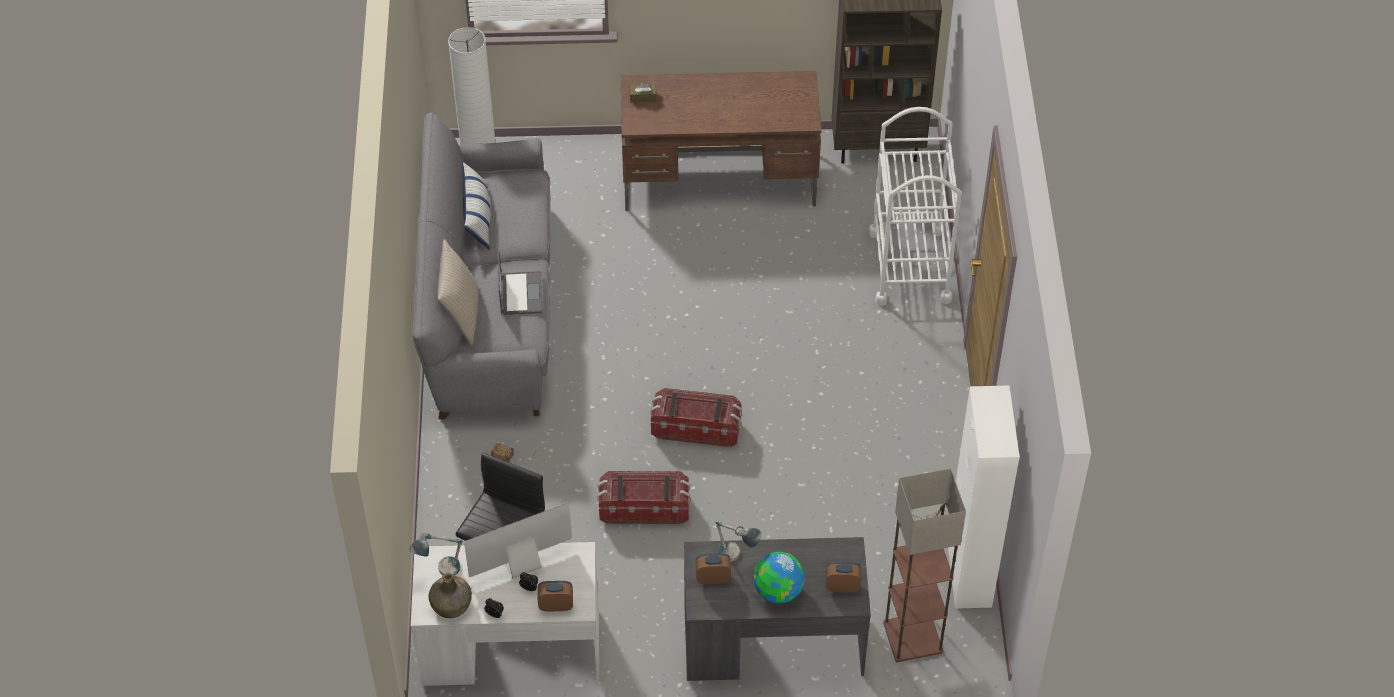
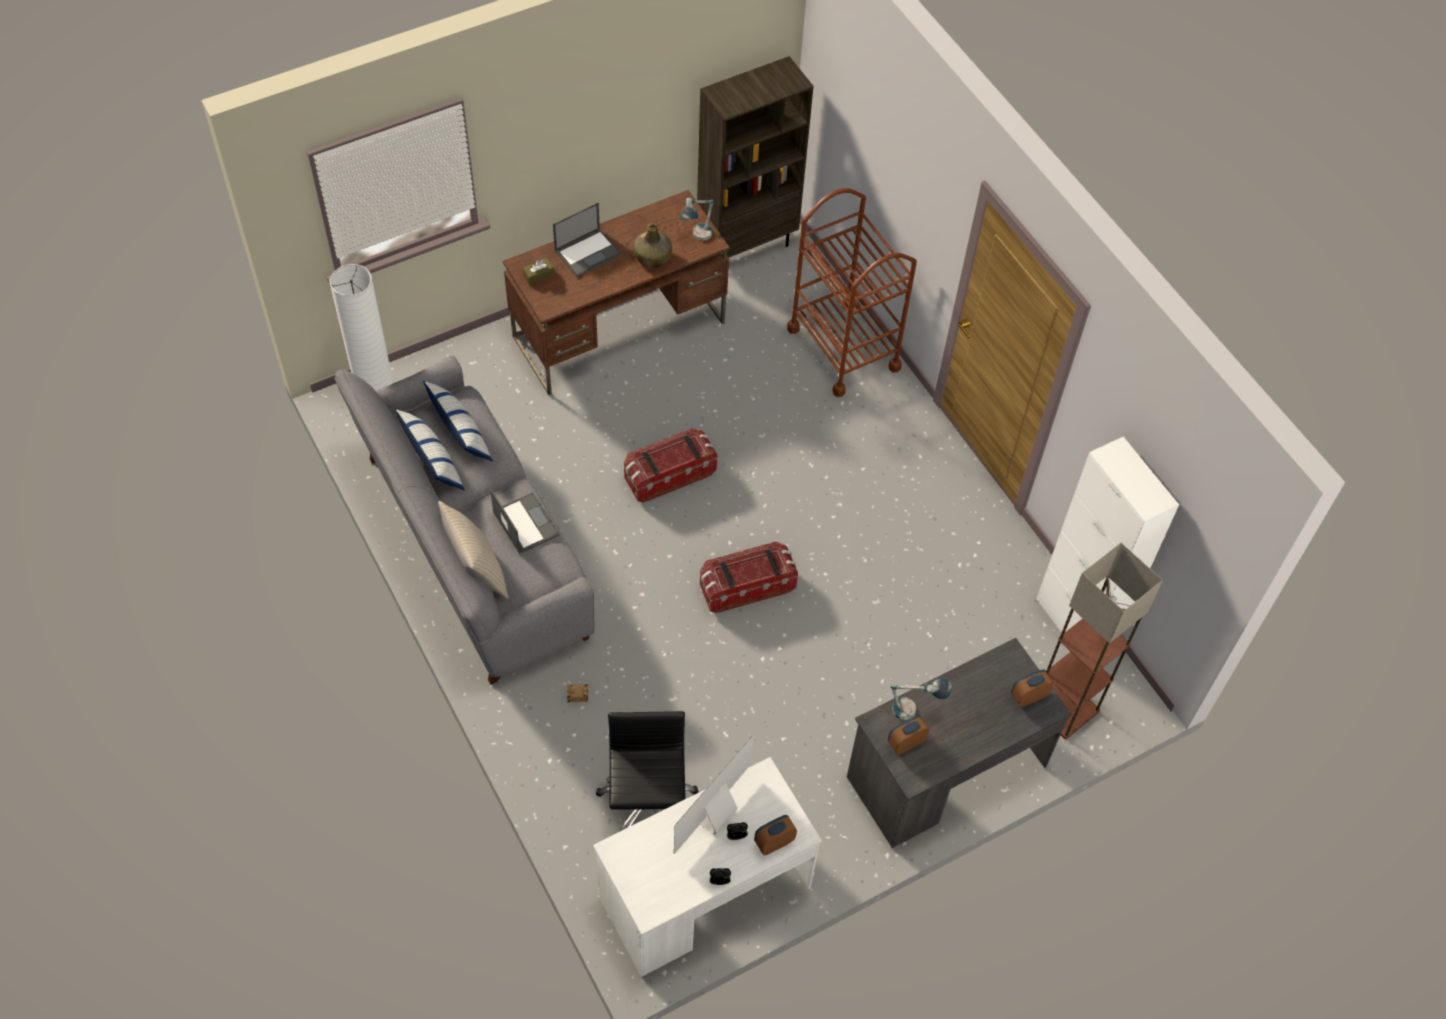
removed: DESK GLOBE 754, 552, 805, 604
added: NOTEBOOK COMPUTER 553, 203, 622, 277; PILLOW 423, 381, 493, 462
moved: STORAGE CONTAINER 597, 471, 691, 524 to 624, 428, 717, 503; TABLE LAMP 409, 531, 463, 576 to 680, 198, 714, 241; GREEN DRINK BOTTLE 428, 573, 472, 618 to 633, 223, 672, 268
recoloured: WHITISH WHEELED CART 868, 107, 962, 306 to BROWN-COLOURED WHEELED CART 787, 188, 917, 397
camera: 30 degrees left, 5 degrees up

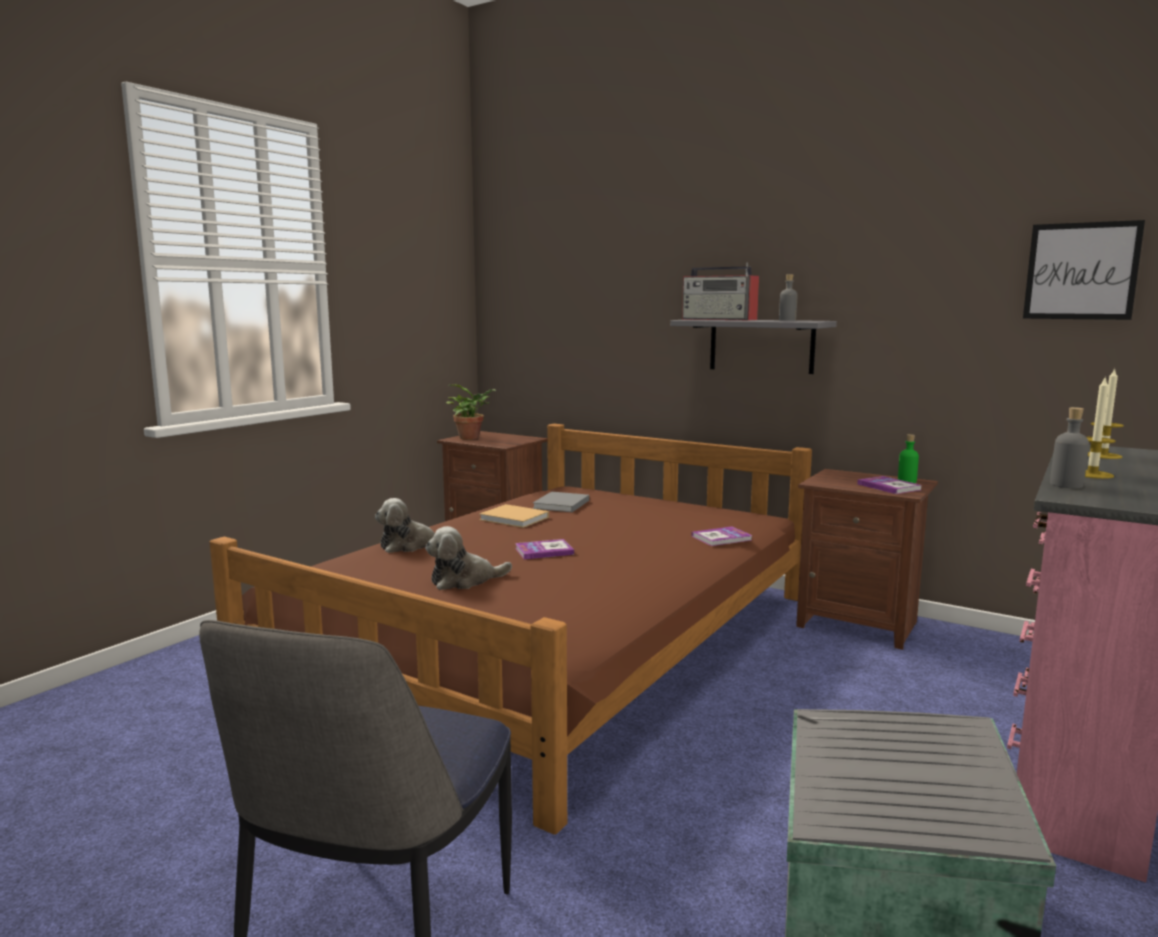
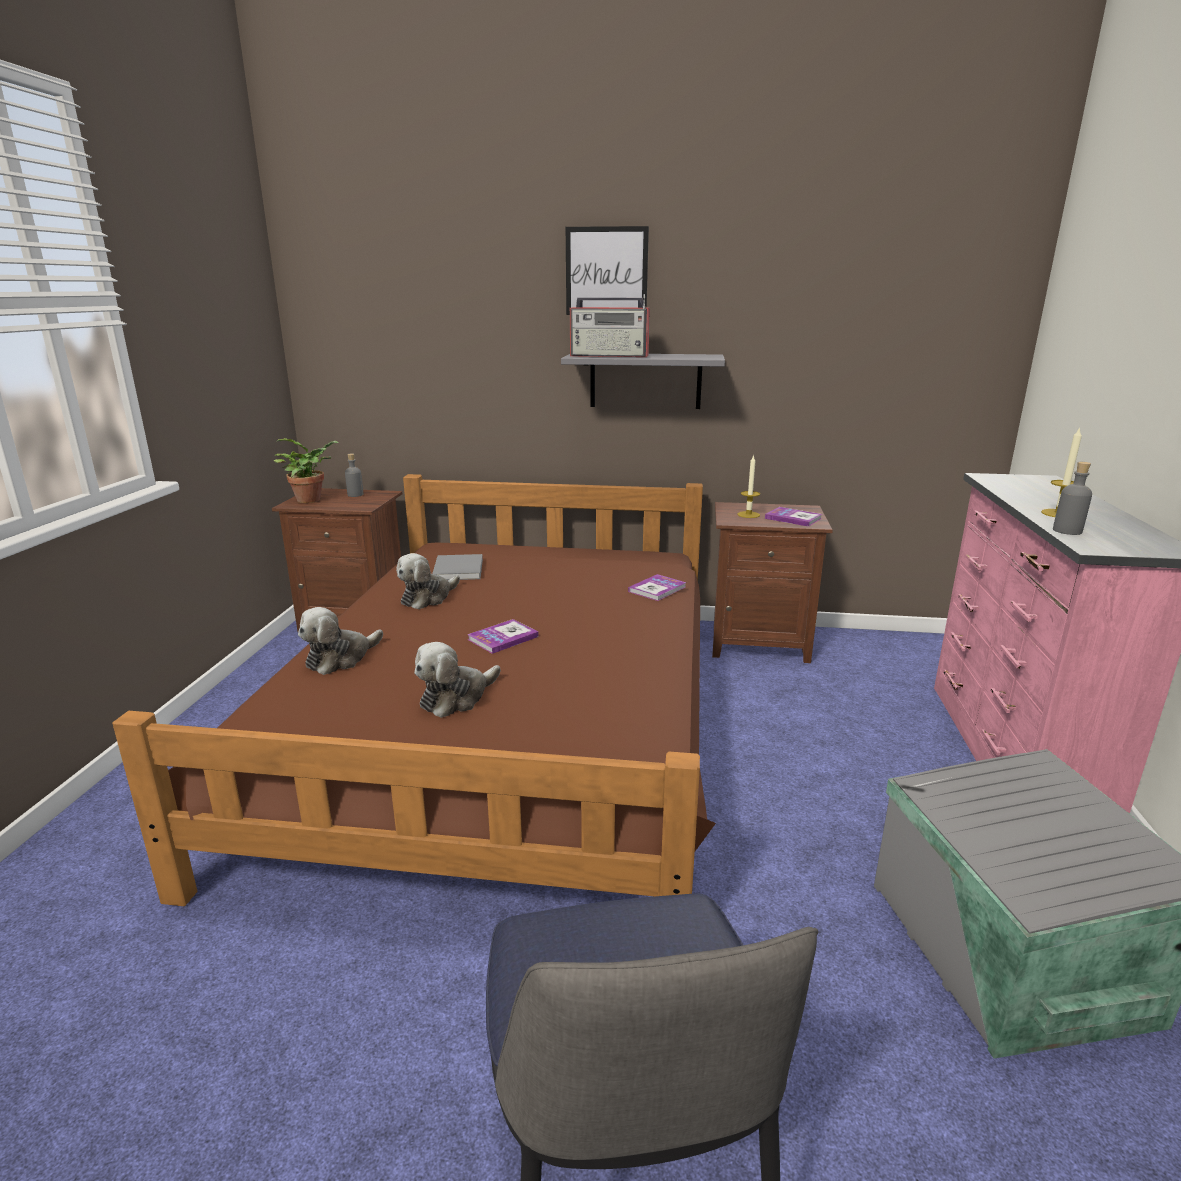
removed: GREEN DRINK BOTTLE 898, 434, 919, 483
moved: WALL PICTURE 1023, 220, 1145, 320 to 566, 226, 649, 315; GREY DRINK BOTTLE 779, 274, 798, 321 to 345, 453, 363, 497; WAX LIGHT 1088, 368, 1124, 459 to 737, 454, 760, 518
replaced: SAND-COLOURED BOUND BOOK 479, 504, 549, 528 to SOFT TOY 396, 553, 460, 609
camera: 25 degrees left, 10 degrees up

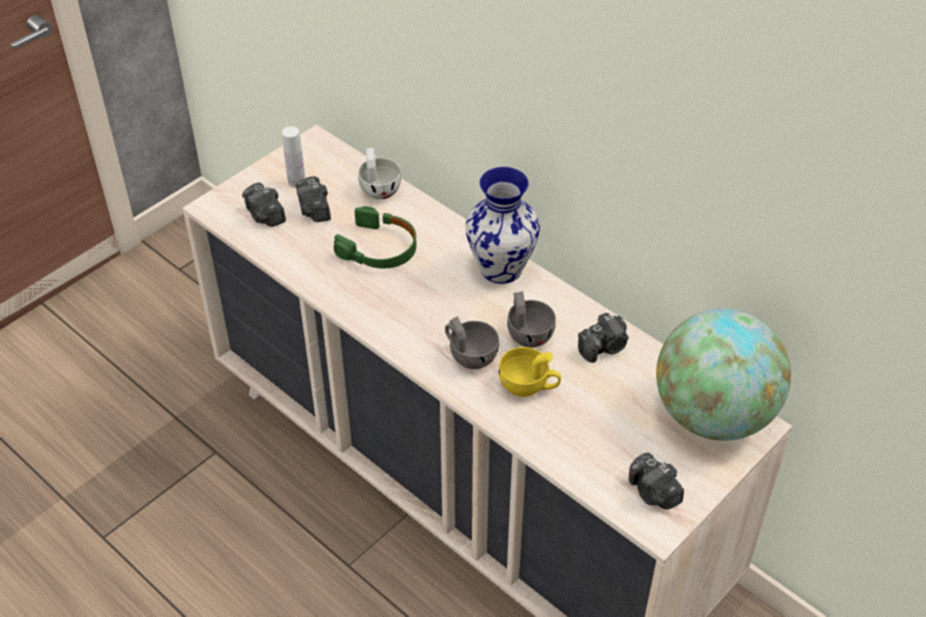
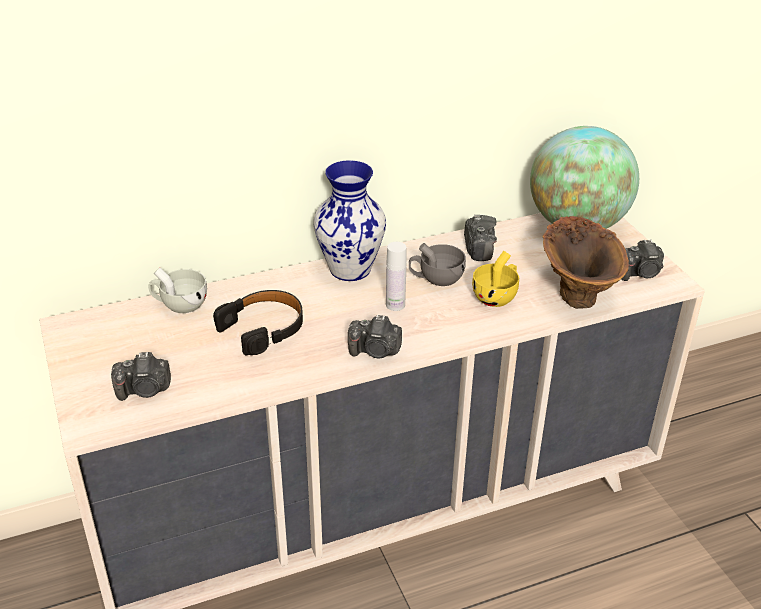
removed: GREY SMALL CUP 445, 316, 499, 369
added: BROWN-COLOURED FLOWER VASE 543, 216, 629, 309
moved: WHITISH DRINK BOTTLE 282, 126, 305, 188 to 386, 242, 406, 311; PHOTO CAMERA 296, 176, 331, 222 to 348, 315, 402, 358
recoloured: GREEN PAIR OF HEADPHONES 334, 206, 416, 268 to BLACKISH PAIR OF HEADPHONES 213, 290, 303, 355
camera: 65 degrees left, 10 degrees down

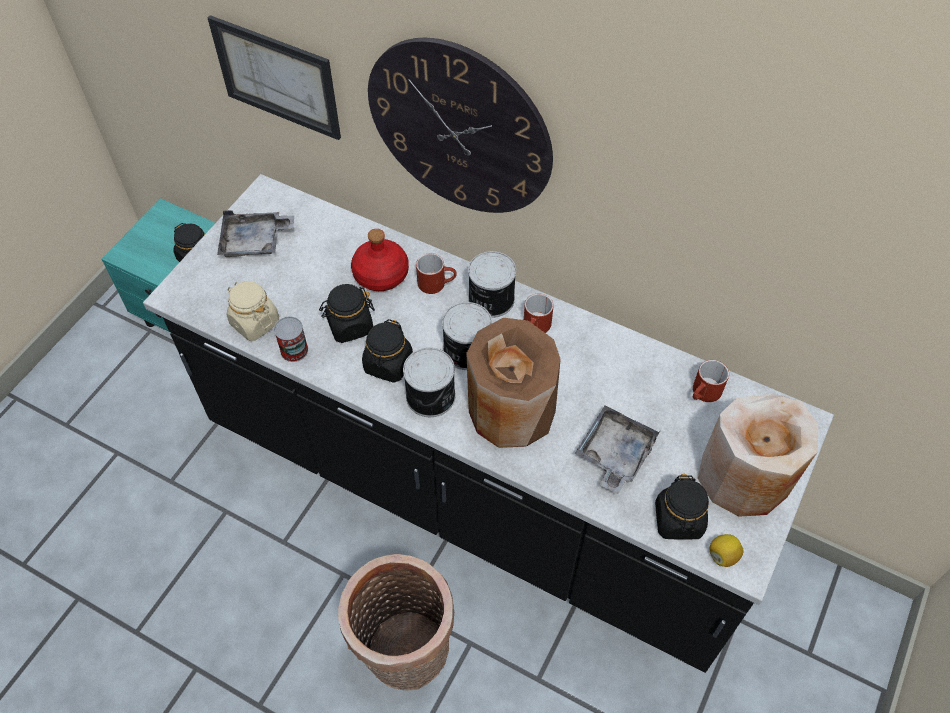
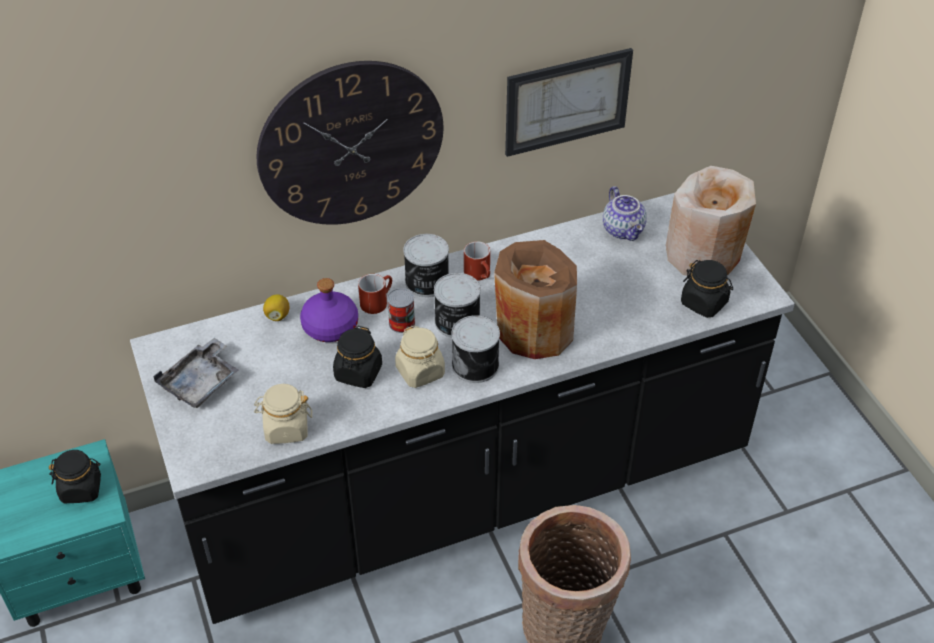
removed: GREY TRAY 575, 405, 660, 494
moved: WALL PICTURE 208, 15, 341, 140 to 505, 48, 633, 157; METAL CAN 274, 317, 308, 362 to 387, 288, 415, 333; LEMON 710, 534, 744, 567 to 263, 294, 289, 321
replaced: RED TEA MUG 693, 360, 729, 402 to POT FOR TEA 603, 186, 647, 241
recoloured: RED DRINK BOTTLE 351, 229, 409, 291 to PURPLE DRINK BOTTLE 300, 278, 358, 342; BLACKISH PRESERVE JAR 362, 319, 413, 383 to SAND-COLOURED PRESERVE JAR 395, 325, 445, 388
camera: 50 degrees left, 10 degrees down

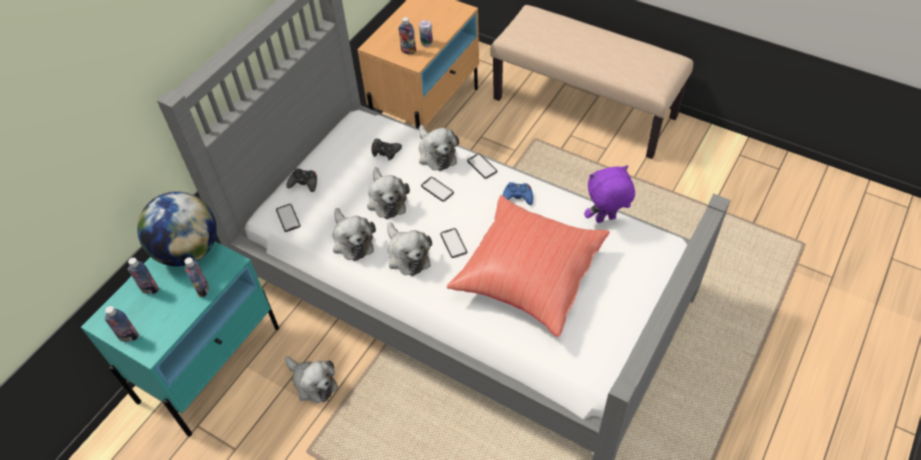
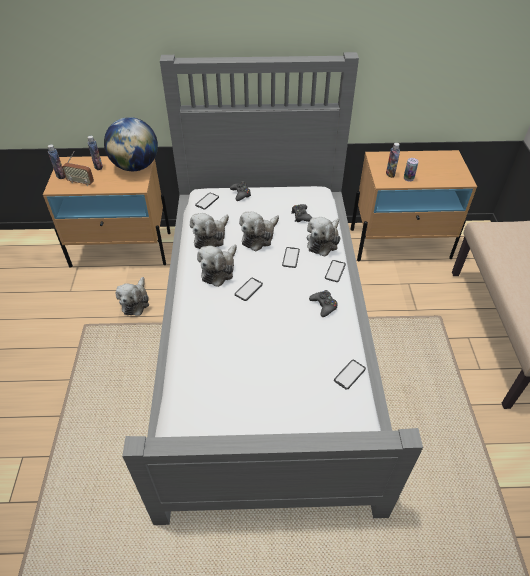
removed: RED PILLOW 447, 195, 610, 337; DRINK BOTTLE 184, 257, 209, 297
added: RADIO 62, 151, 94, 186
replaced: PURPLE SOFT TOY 584, 165, 635, 223 to PHONE 334, 360, 366, 390
recoloured: BLUISH GAME CONTROLLER 503, 182, 533, 205 to BLACKISH GAME CONTROLLER 309, 290, 338, 317; TURQUOISE-COLOURED BEDSIDE TABLE 81, 241, 279, 437 to SAND-COLOURED BEDSIDE TABLE 43, 156, 170, 268
camera: 55 degrees right, 5 degrees down

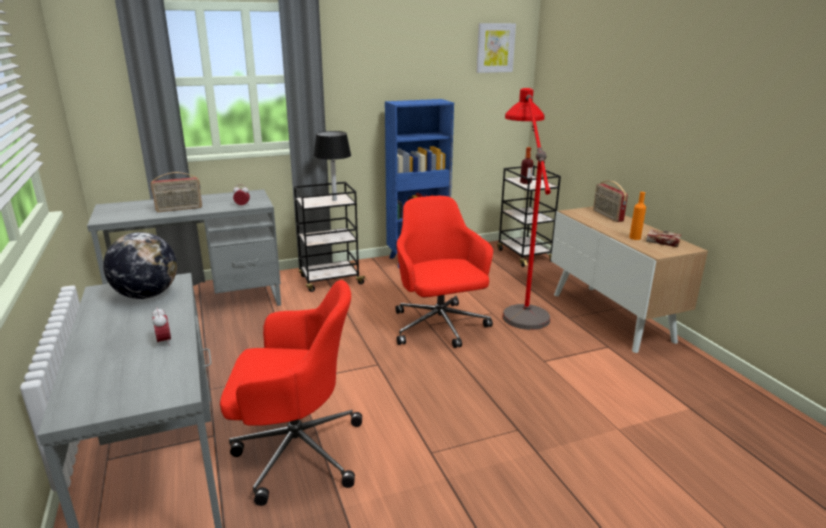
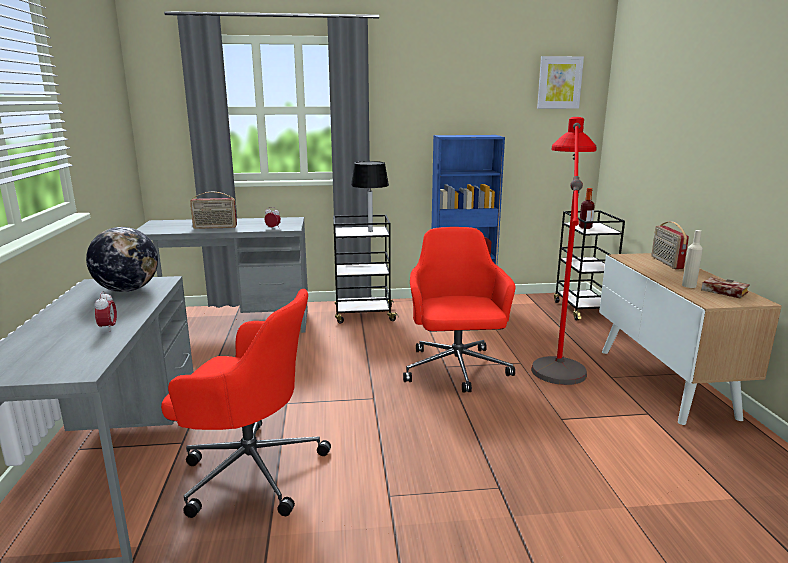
recoloured: ORANGEY DRINK BOTTLE 629, 192, 646, 240 to SAND-COLOURED DRINK BOTTLE 682, 230, 703, 288
camera: 15 degrees right, 5 degrees down

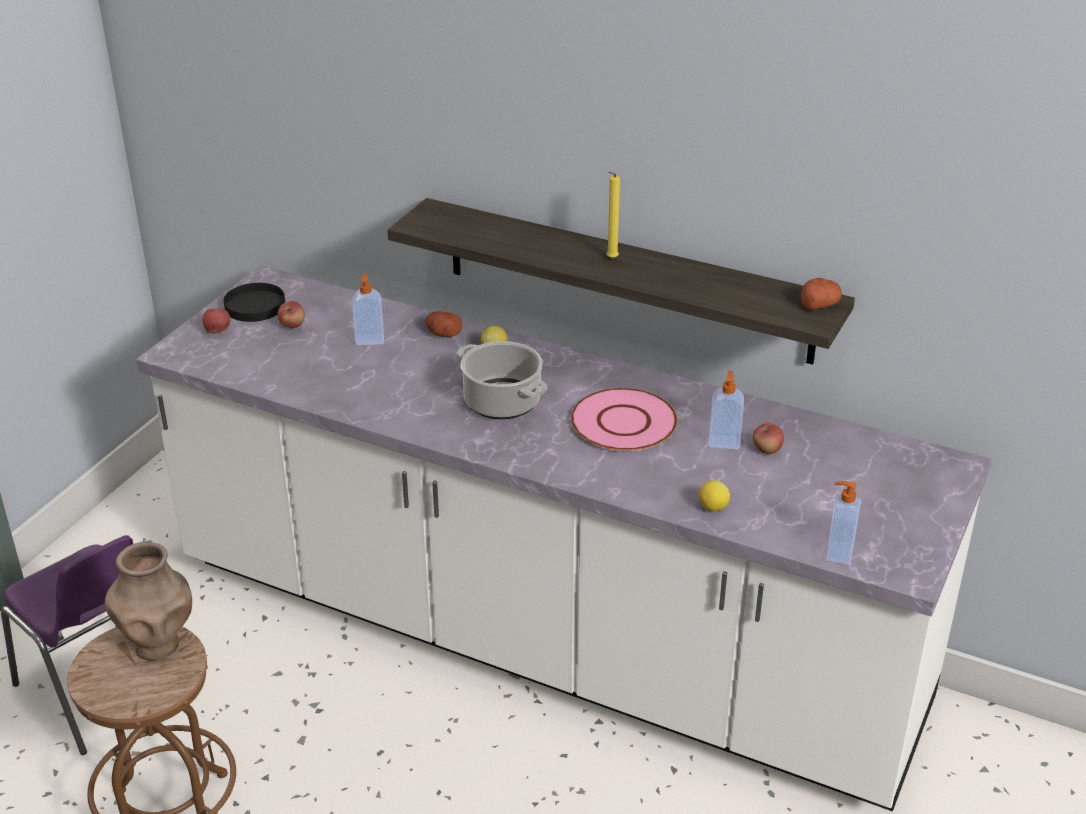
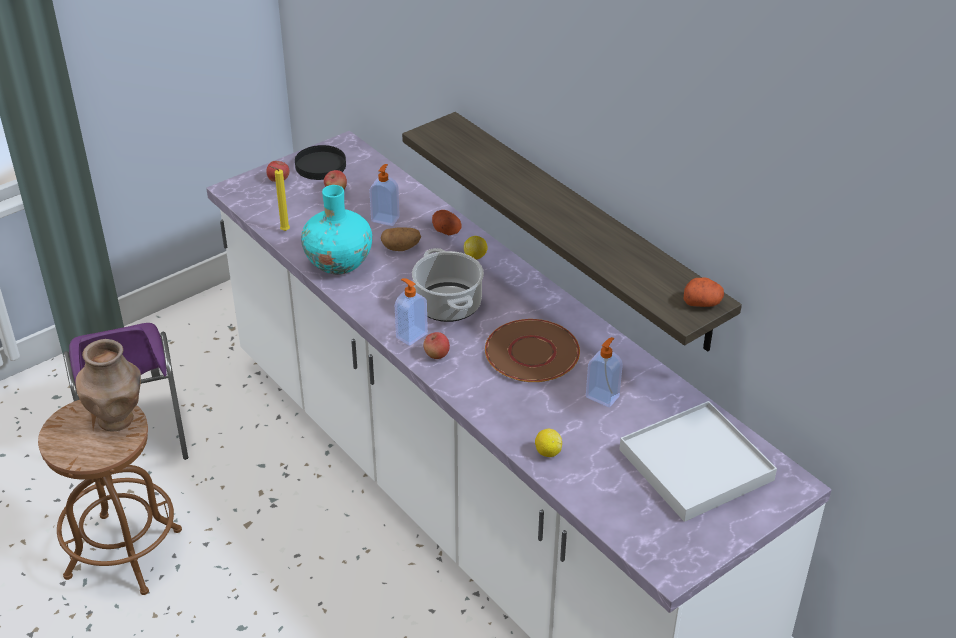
added: TURQUOISE-COLOURED FLOWER VASE 301, 185, 372, 275; POTATO 381, 227, 421, 251; WHITISH TRAY 619, 401, 777, 522
moved: YELLOW WAX LIGHT 607, 172, 620, 259 to 269, 166, 290, 231; APPLE FRUIT 753, 423, 784, 454 to 423, 332, 450, 359; SOAP DISPENSER 826, 481, 861, 565 to 395, 278, 428, 346
recoloured: PINK FLAT DISH 571, 388, 677, 451 to BROWN-COLOURED FLAT DISH 485, 319, 580, 382
camera: 25 degrees right, 5 degrees up

